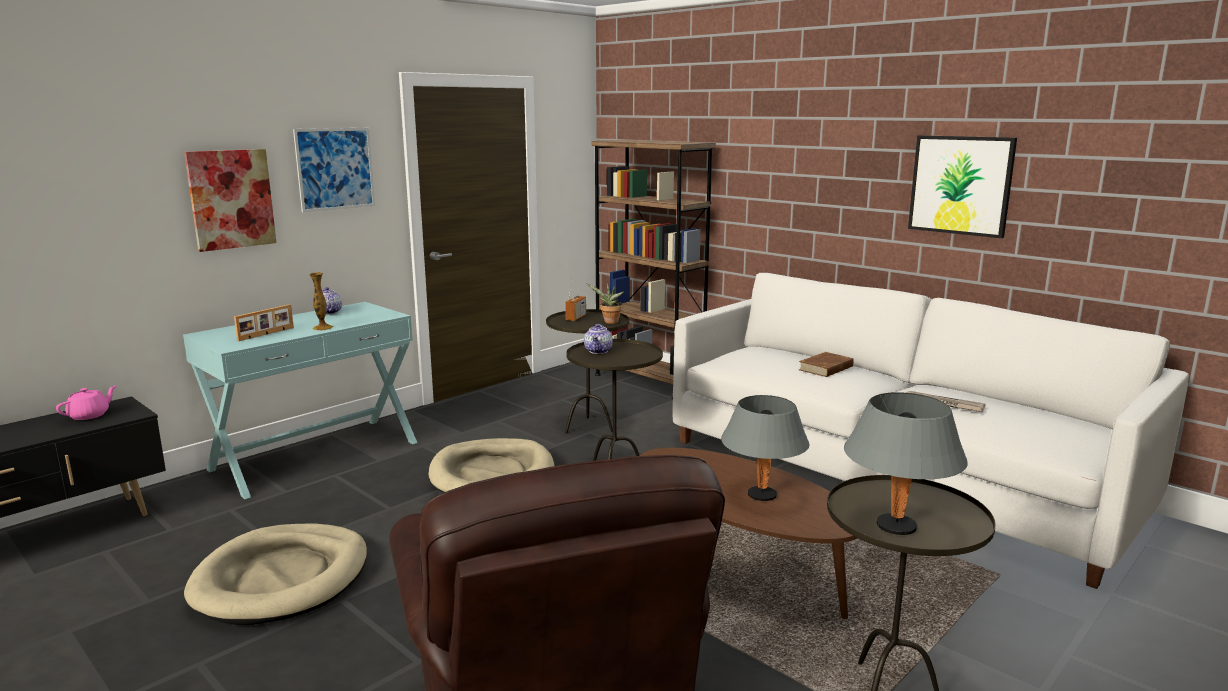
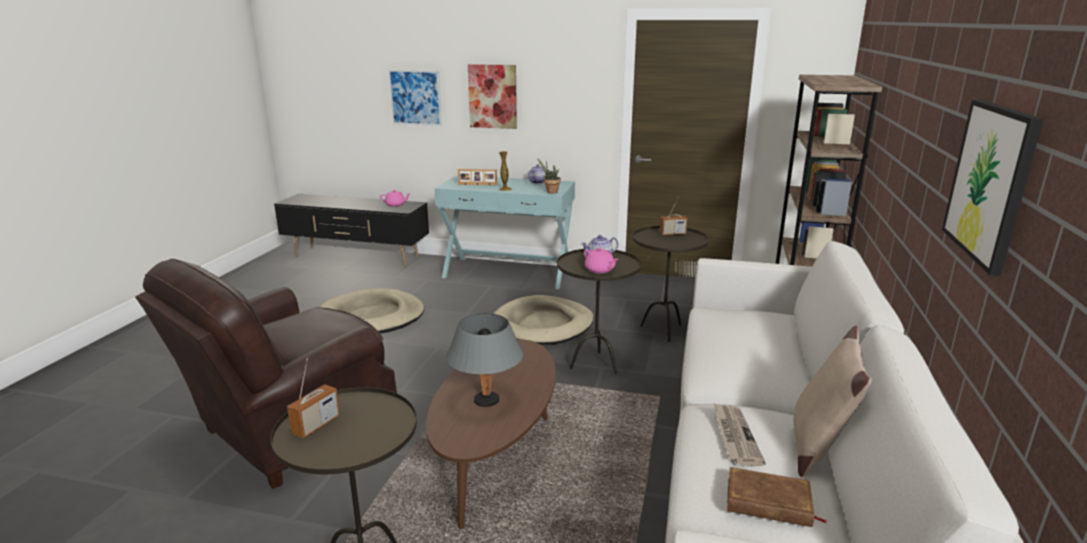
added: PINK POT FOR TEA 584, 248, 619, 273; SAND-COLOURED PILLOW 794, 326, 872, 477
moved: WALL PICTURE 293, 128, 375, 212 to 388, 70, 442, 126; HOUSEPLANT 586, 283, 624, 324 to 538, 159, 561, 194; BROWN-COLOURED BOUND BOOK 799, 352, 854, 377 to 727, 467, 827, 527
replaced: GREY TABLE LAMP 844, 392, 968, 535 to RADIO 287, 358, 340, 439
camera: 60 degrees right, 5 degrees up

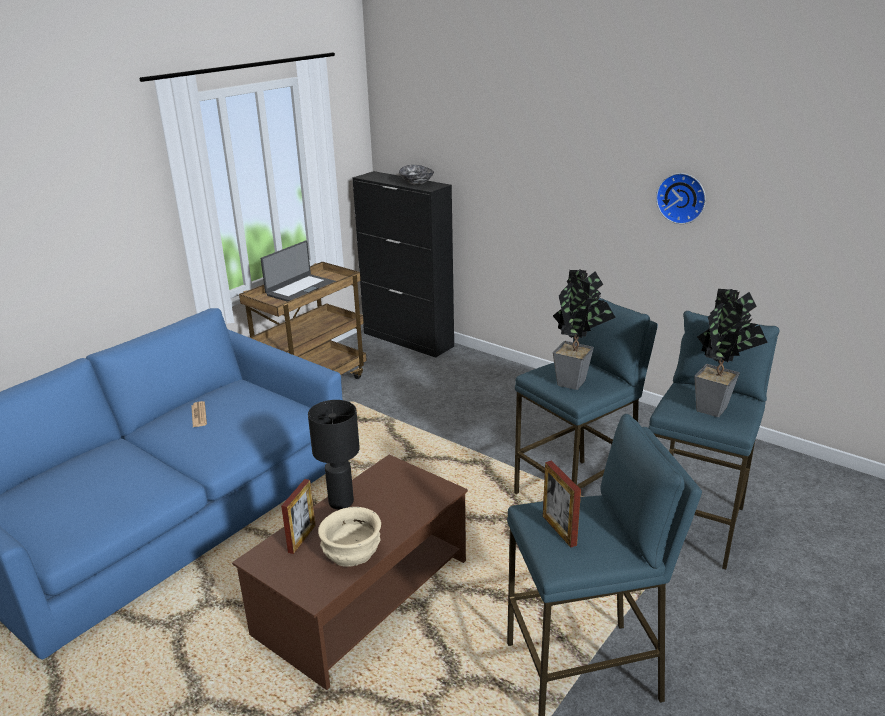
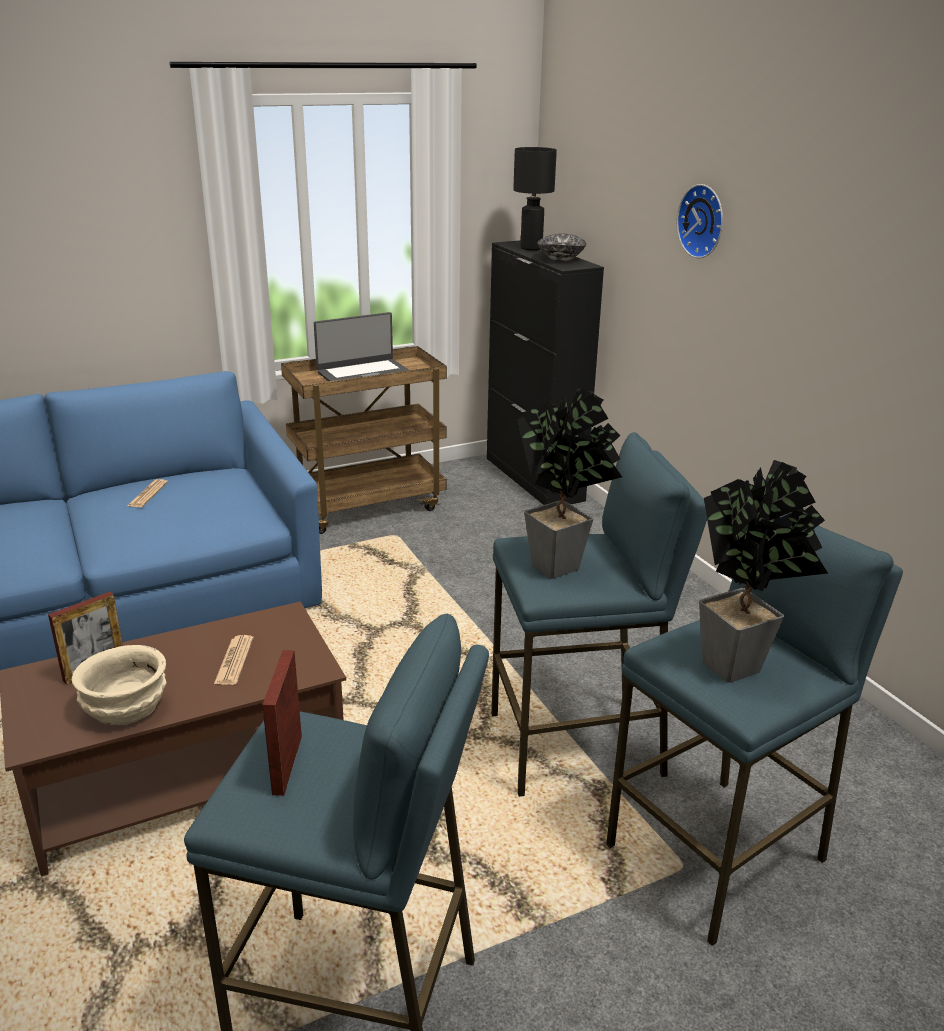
added: NEWSPAPER 214, 635, 254, 685
moved: CLOCK ON THE WALL 656, 173, 706, 224 to 677, 184, 723, 259; BLACKISH TABLE LAMP 308, 400, 360, 509 to 513, 147, 557, 250
camera: 25 degrees right, 0 degrees up

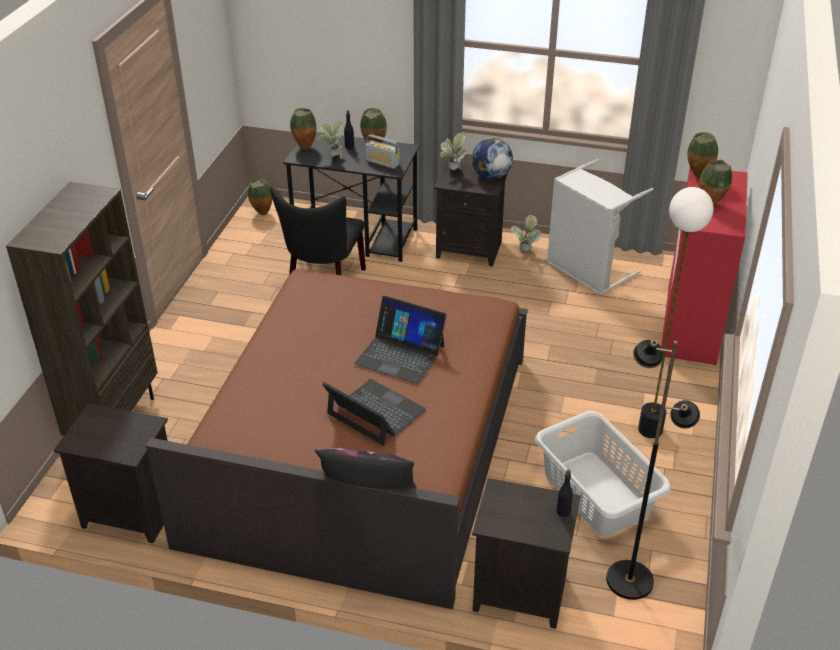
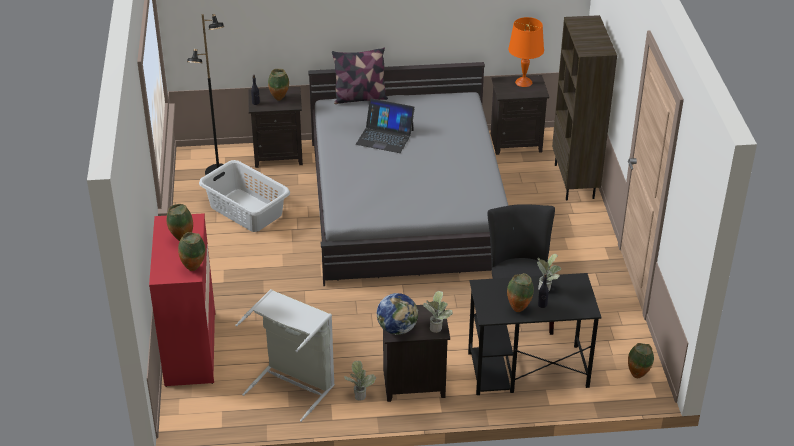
removed: RADIO 365, 134, 399, 169; STANDING LAMP 638, 187, 714, 438; NOTEBOOK COMPUTER 354, 296, 446, 384
added: ORANGEY TABLE LAMP 508, 17, 544, 87
moved: FLOWER VASE 290, 108, 316, 150 to 268, 69, 289, 100
recoloured: BROWN-COLOURED SLEEPING BED 145, 269, 528, 609 to GREY SLEEPING BED 308, 62, 508, 286
camera: 160 degrees right, 0 degrees up

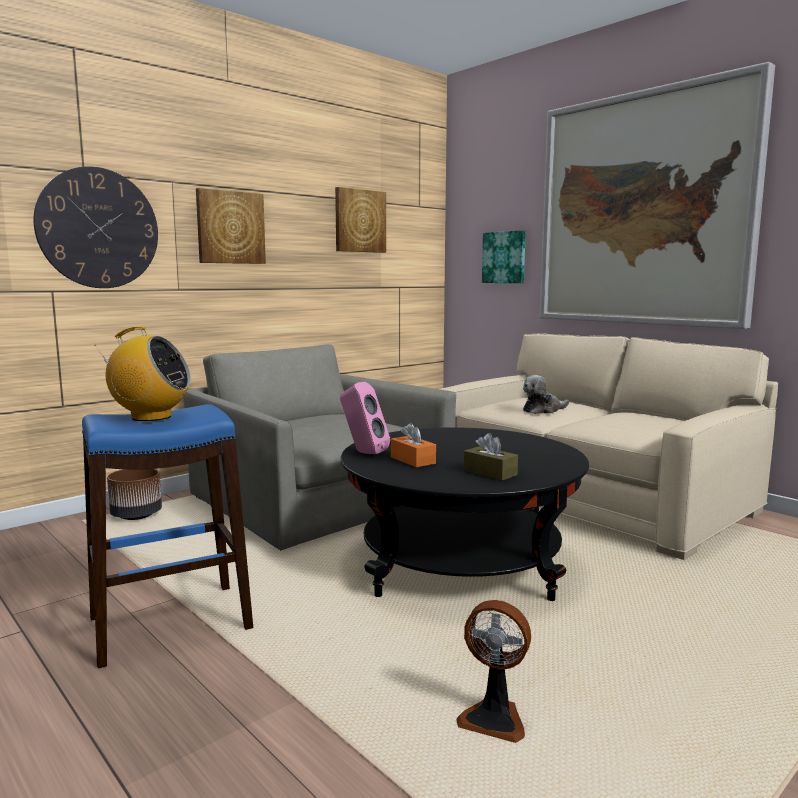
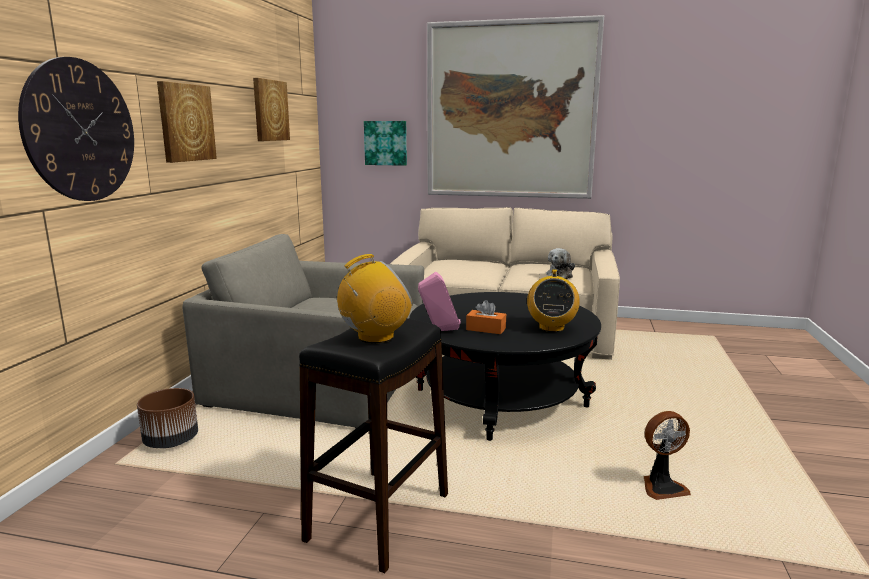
moved: SOFT TOY 523, 375, 569, 414 to 546, 248, 575, 279
replaced: BROWN-COLOURED TISSUE BOX 464, 433, 518, 481 to RADIO 527, 269, 580, 332
recoloured: BLUISH STOOL SEAT 82, 404, 253, 668 to BLACKISH STOOL SEAT 299, 318, 448, 573
camera: 35 degrees left, 5 degrees up

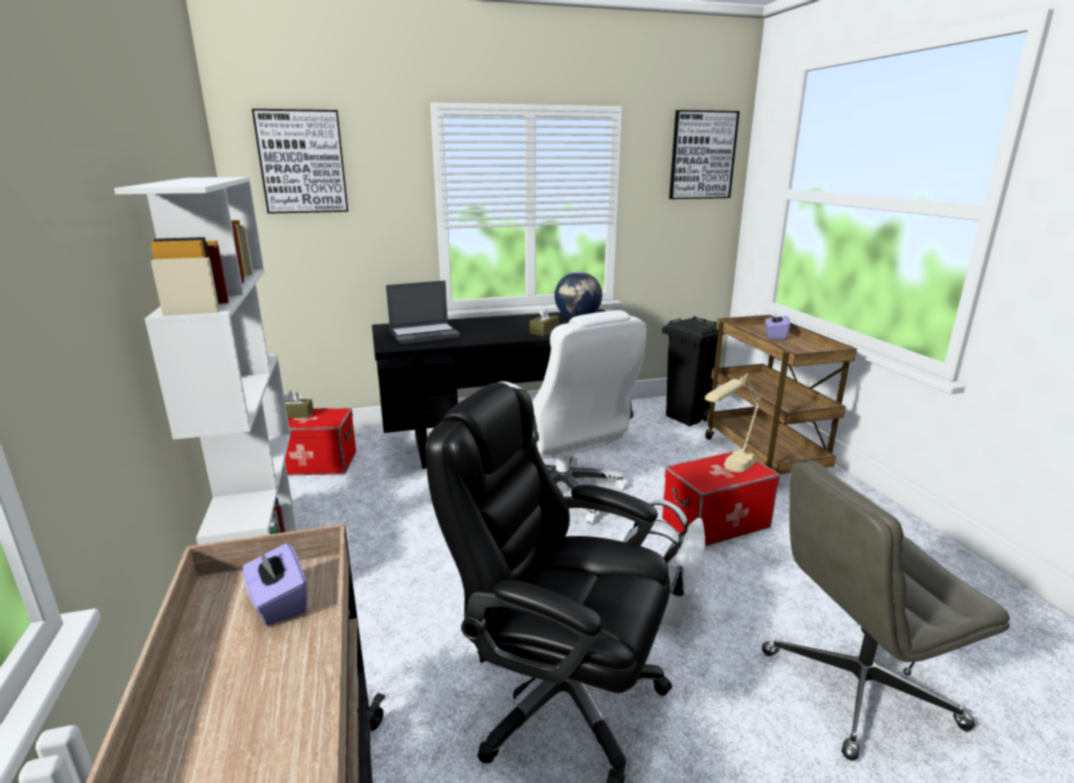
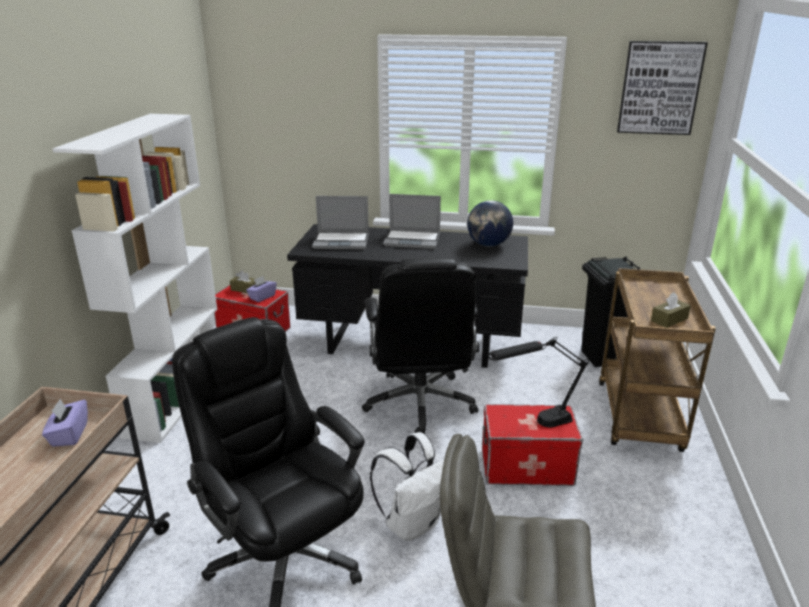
removed: WALL PICTURE 252, 109, 348, 214
added: NOTEBOOK COMPUTER 383, 194, 441, 249
moved: BROWN-COLOURED TISSUE BOX 530, 305, 559, 336 to 651, 292, 691, 328; PURPLE TISSUE BOX 765, 311, 790, 340 to 246, 276, 277, 302
recoloured: WHITISH OFFICE CHAIR 497, 310, 646, 524 to BLACKISH OFFICE CHAIR 362, 258, 479, 434; SAND-COLOURED TABLE LAMP 705, 372, 762, 472 to BLACKISH TABLE LAMP 488, 337, 589, 427
camera: 25 degrees right, 5 degrees up

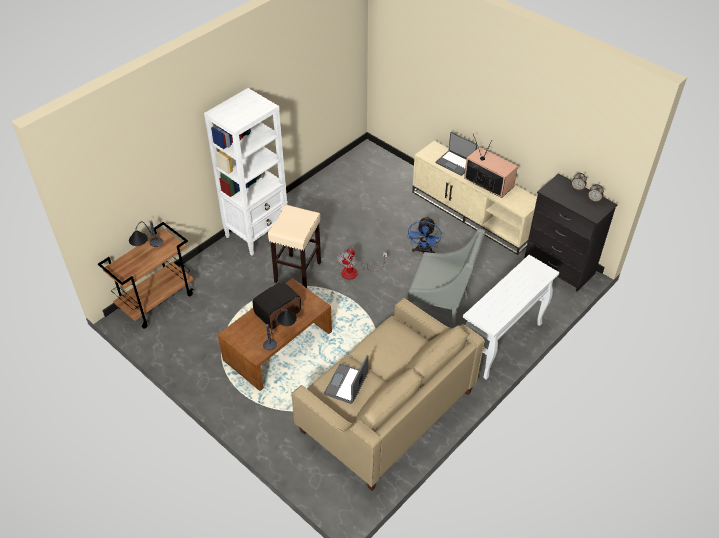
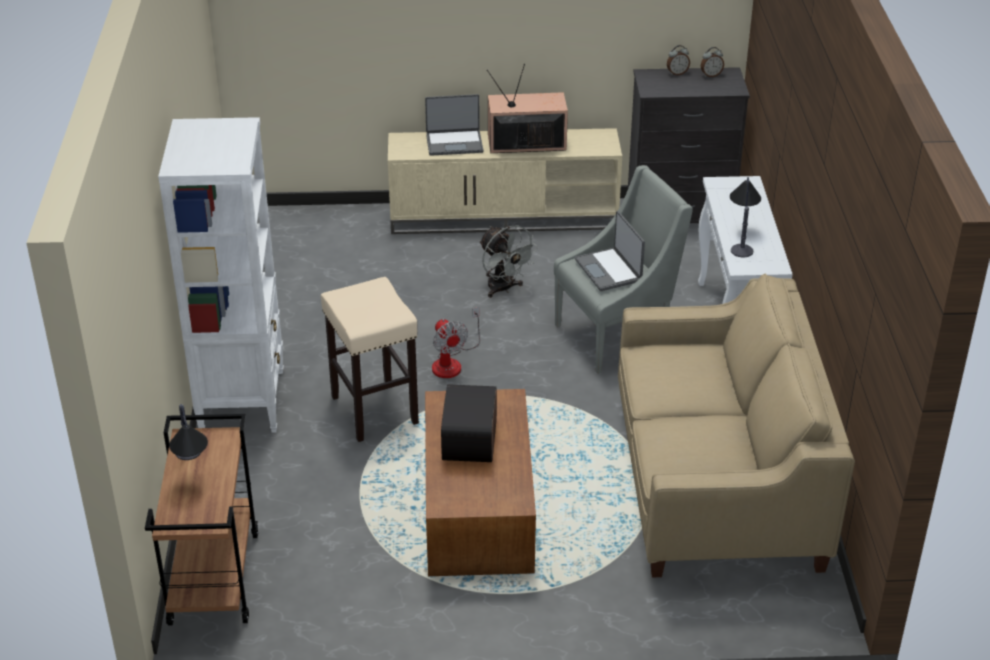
moved: TABLE LAMP 263, 309, 297, 350 to 730, 177, 761, 257; NOTEBOOK COMPUTER 324, 355, 368, 404 to 575, 211, 645, 291
recoloured: BLUISH ELECTRIC FAN 407, 216, 442, 253 to GREY ELECTRIC FAN 479, 225, 538, 298
camera: 45 degrees left, 10 degrees down

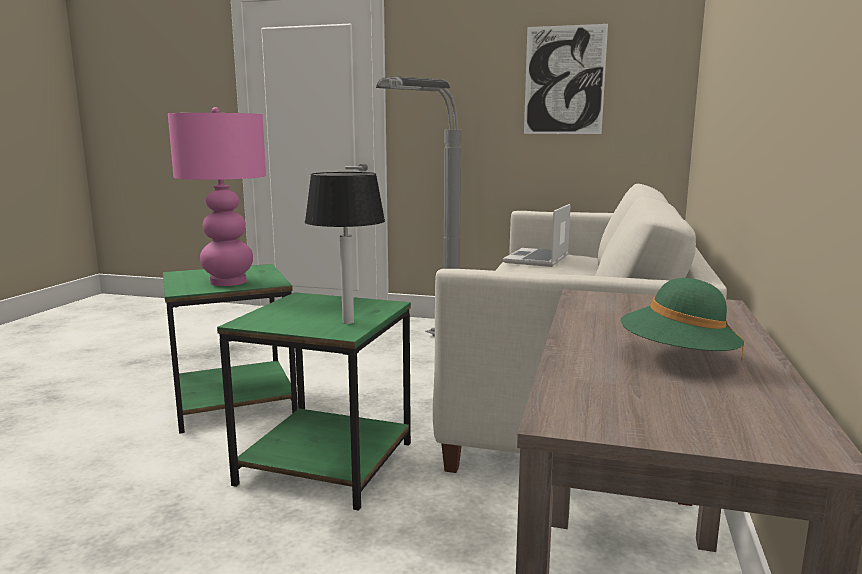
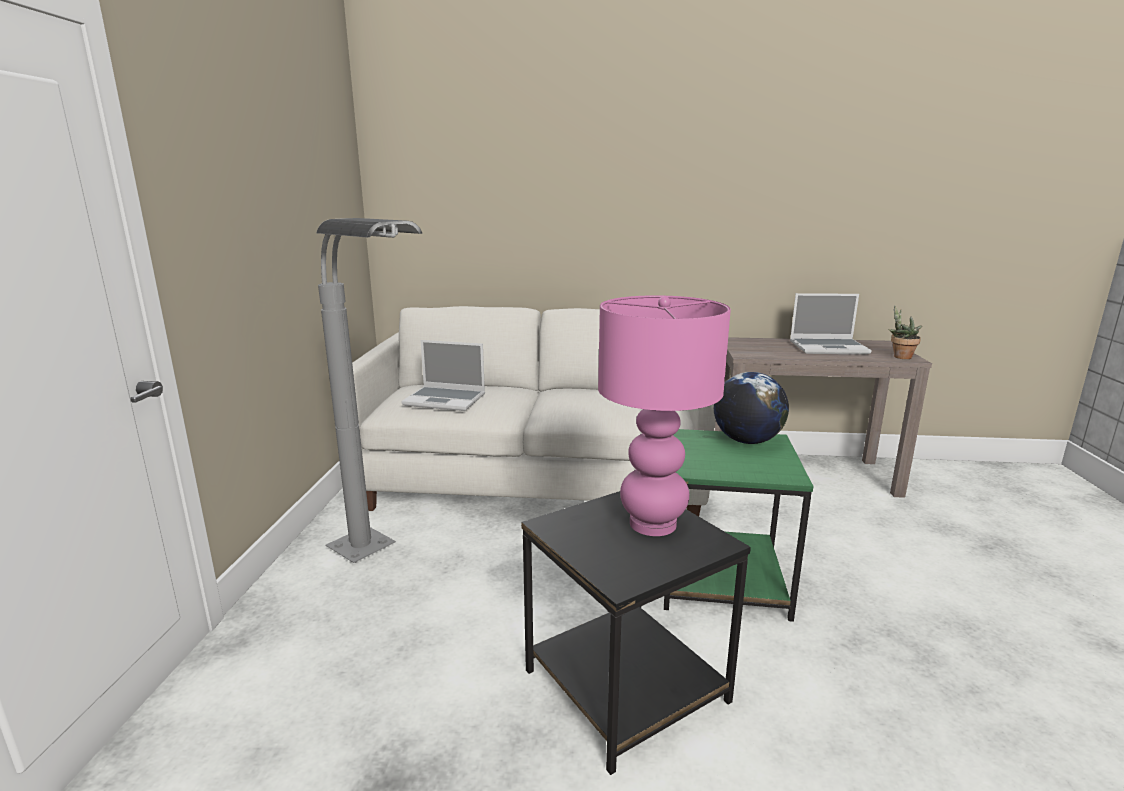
removed: WALL PICTURE 524, 24, 608, 134
added: HOUSEPLANT 889, 305, 922, 359
replaced: TABLE LAMP 305, 172, 385, 324 to DESK GLOBE 714, 372, 789, 444; GREEN CLOTHING HAT 621, 278, 744, 364 to NOTEBOOK COMPUTER 790, 293, 871, 354
recoloured: GREEN ACCENT TABLE 163, 264, 298, 434 to BLACKISH ACCENT TABLE 521, 491, 751, 775
camera: 100 degrees left, 5 degrees up

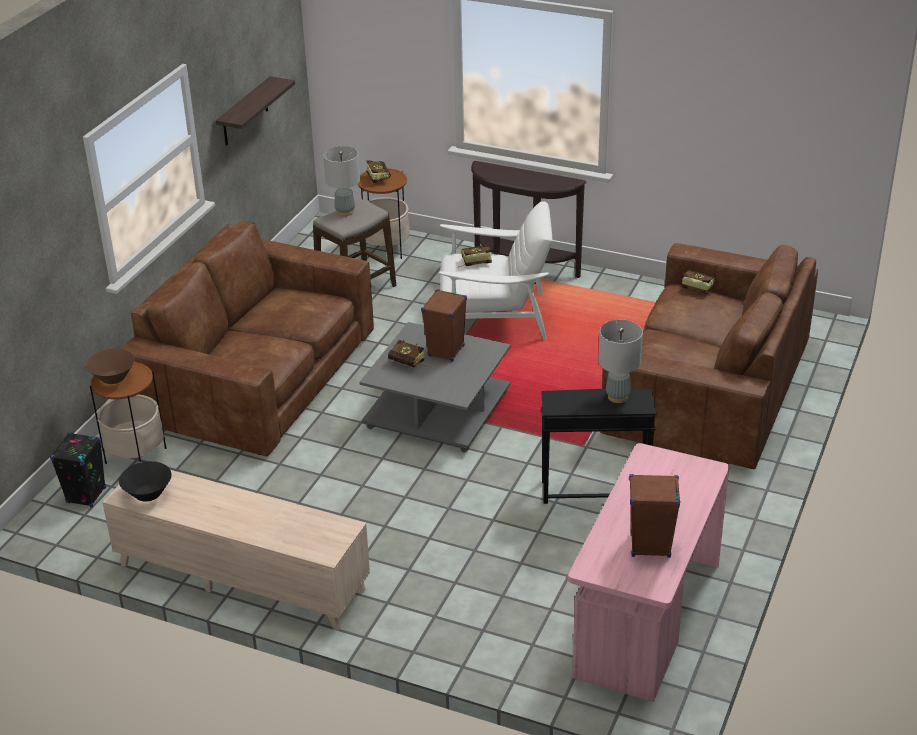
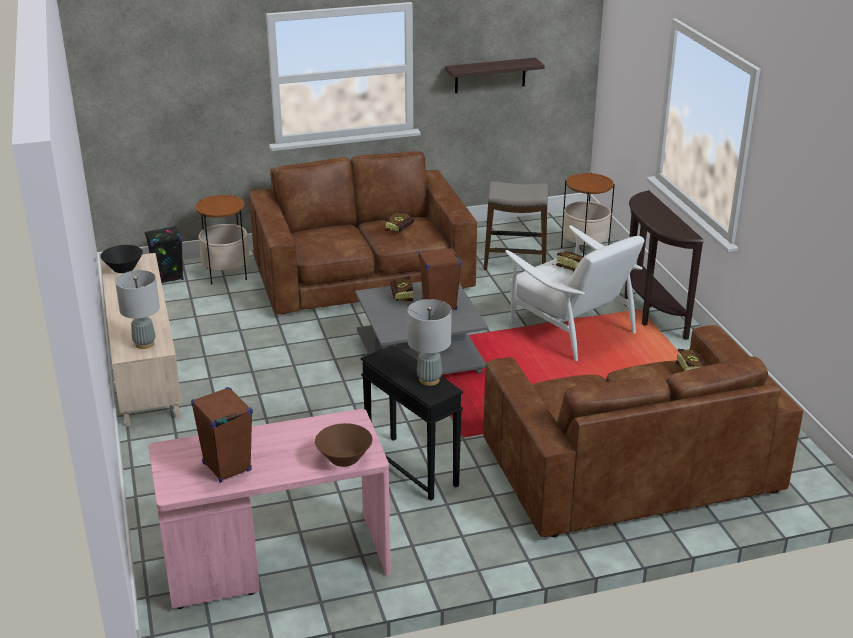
moved: GREY TABLE LAMP 323, 146, 360, 216 to 115, 270, 160, 349; BOUND BOOK 366, 161, 391, 183 to 385, 210, 414, 232; BROWN-COLOURED BOWL 86, 349, 135, 384 to 315, 423, 373, 467
camera: 50 degrees right, 5 degrees down

